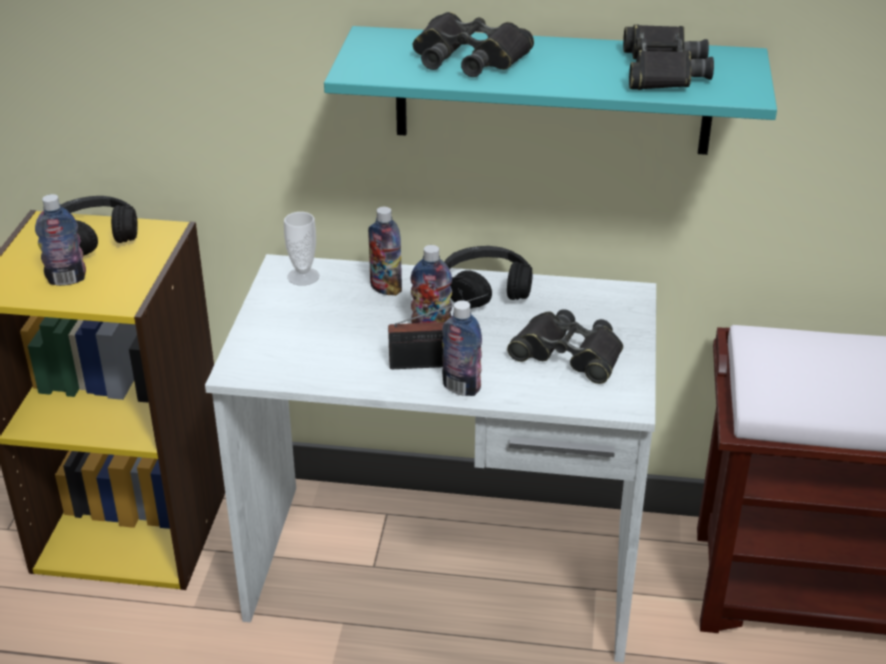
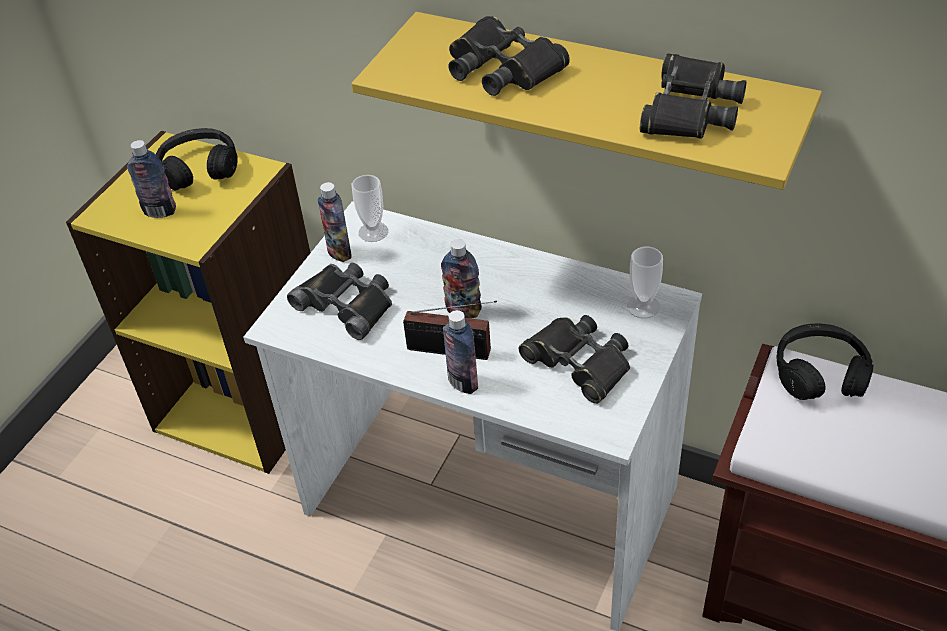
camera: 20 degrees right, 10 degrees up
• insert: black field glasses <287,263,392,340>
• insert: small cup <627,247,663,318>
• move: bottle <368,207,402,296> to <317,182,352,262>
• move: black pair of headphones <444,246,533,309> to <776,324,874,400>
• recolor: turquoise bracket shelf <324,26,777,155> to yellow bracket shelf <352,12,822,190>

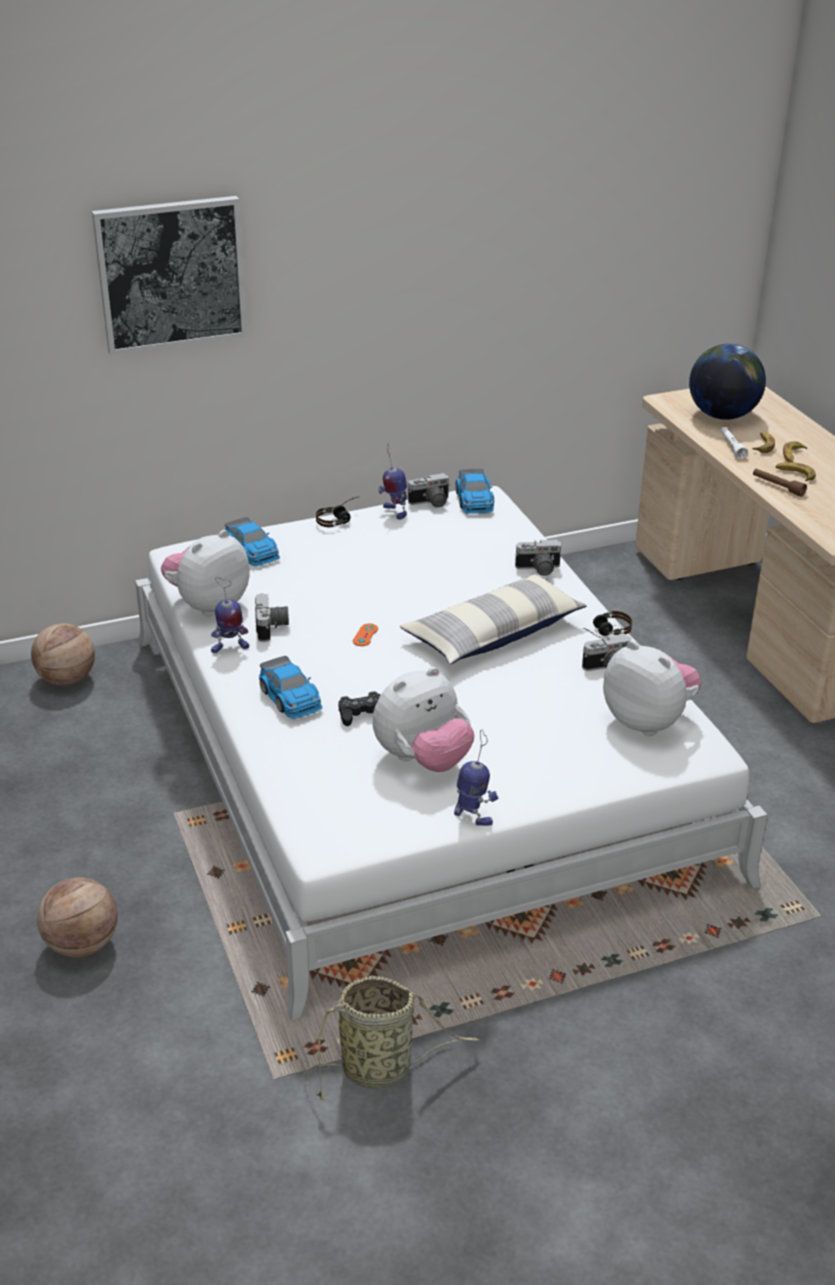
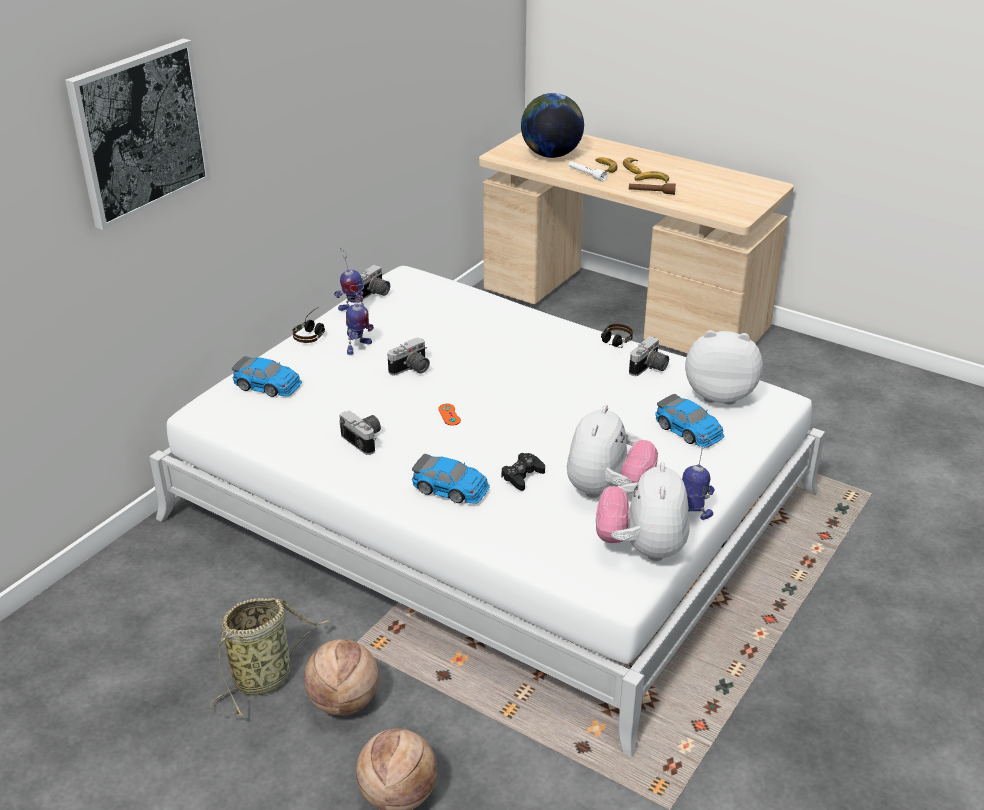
camera: 35 degrees left, 0 degrees up
• delete: throw pillow <400,573,587,664>
• move: basketball ball <31,623,95,686> to <304,639,379,716>
• move: soft toy <161,530,250,616> to <596,462,690,561>
• move: robot figure <211,577,249,653> to <346,284,374,355>
• move: basket <304,976,479,1101> to <210,598,330,716>
• move: model car <455,469,494,514> to <655,394,724,448>
• move: photo camera <515,540,563,576> to <387,337,430,375>

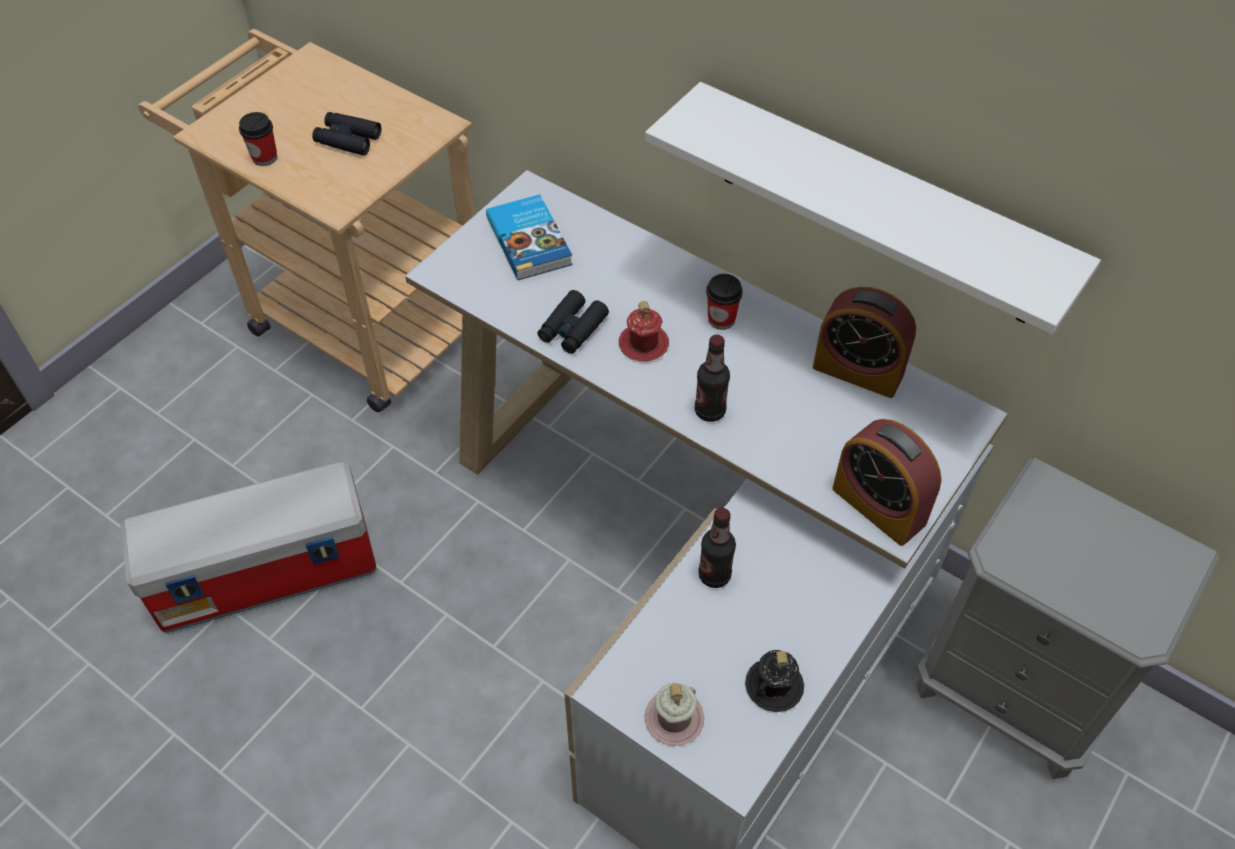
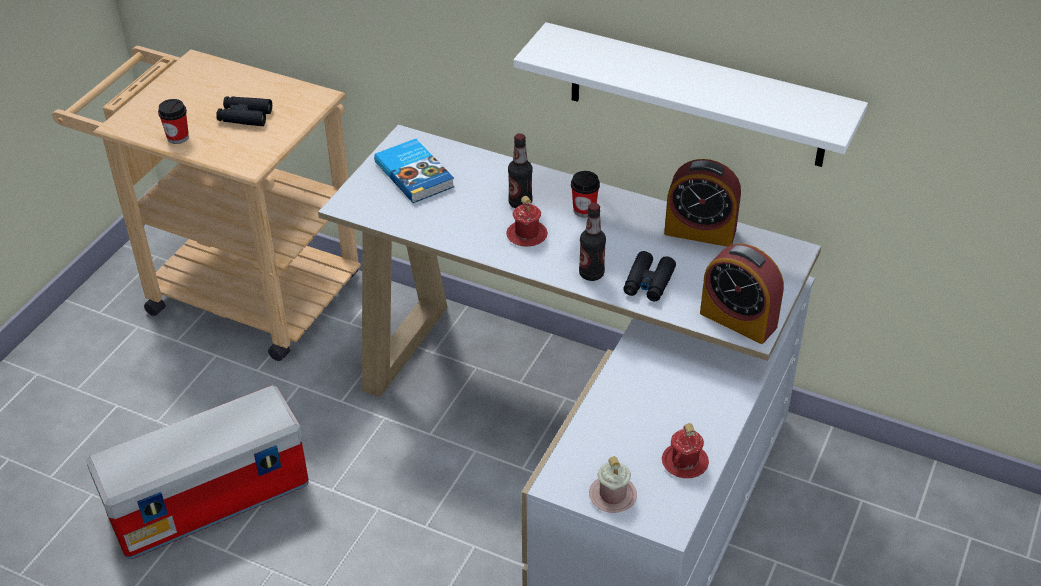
camera: 10 degrees left, 10 degrees down
• delete: grey nightstand <916,458,1220,779>
• move: black field glasses <537,290,609,354> to <623,251,676,301>
• move: bottle <698,508,736,588> to <508,133,533,208>
• recolor: black mug <745,650,804,712> to reddish mug <662,423,709,478>

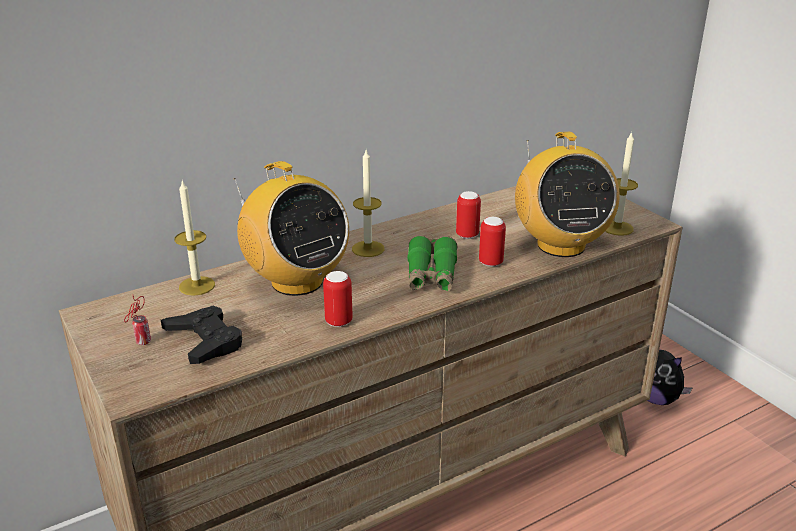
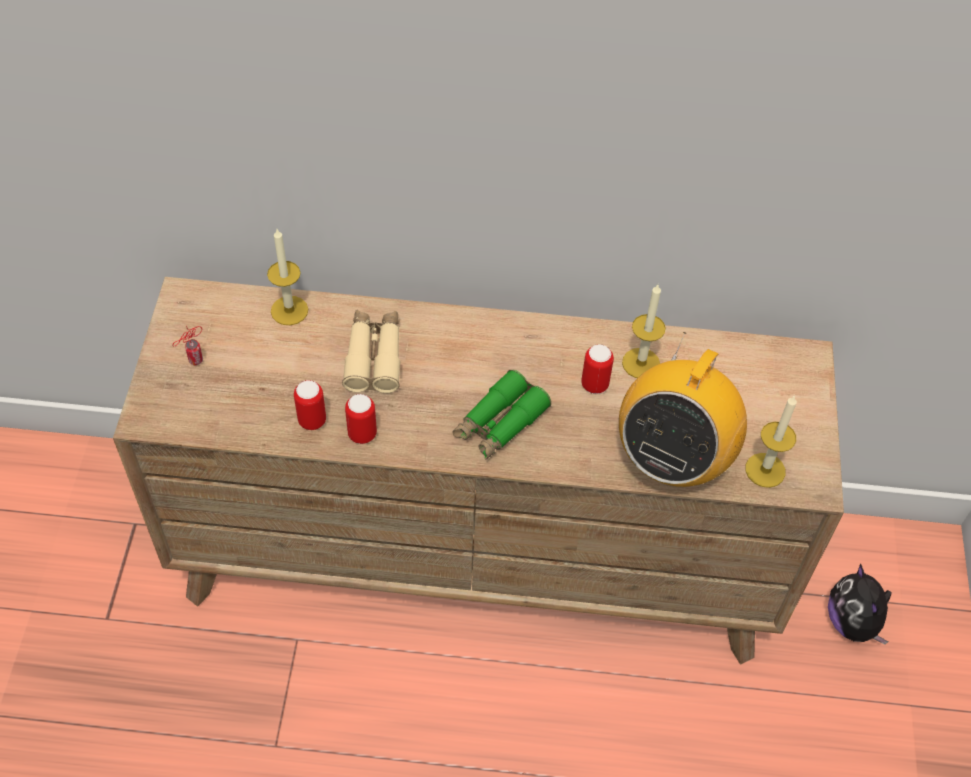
camera: 35 degrees right, 25 degrees up
• delete: black gamepad <161,305,242,364>
• move: wax light <352,150,385,257> to <622,285,666,378>
• move: metal can <479,217,506,267> to <294,380,326,430>
• replace: radio <234,161,349,296> to sand-coloured field glasses <342,310,401,393>

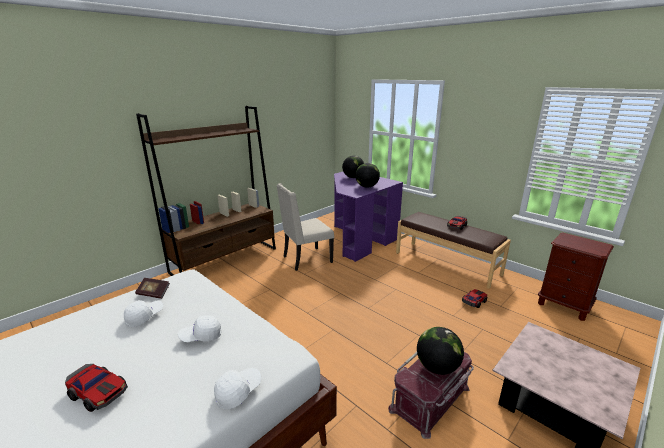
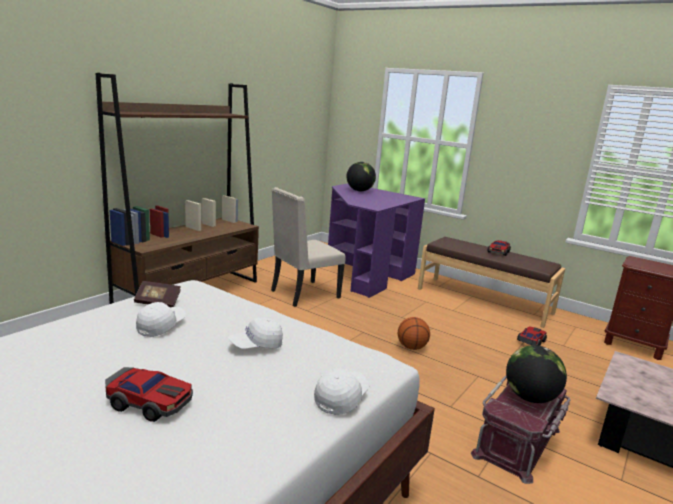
camera: 10 degrees left, 5 degrees down
• delete: globe <355,163,380,188>
• insert: basketball ball <398,317,430,350>

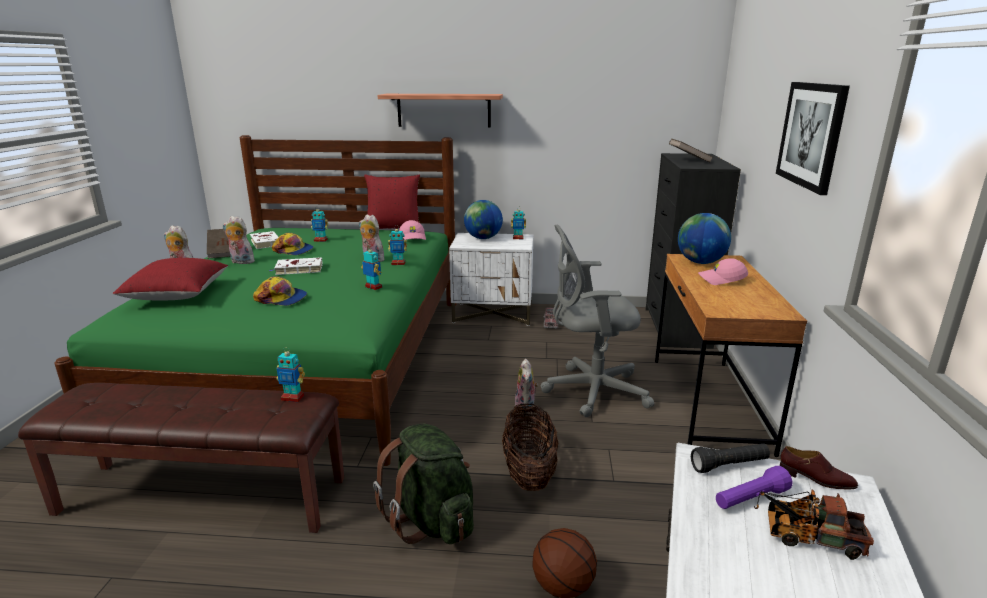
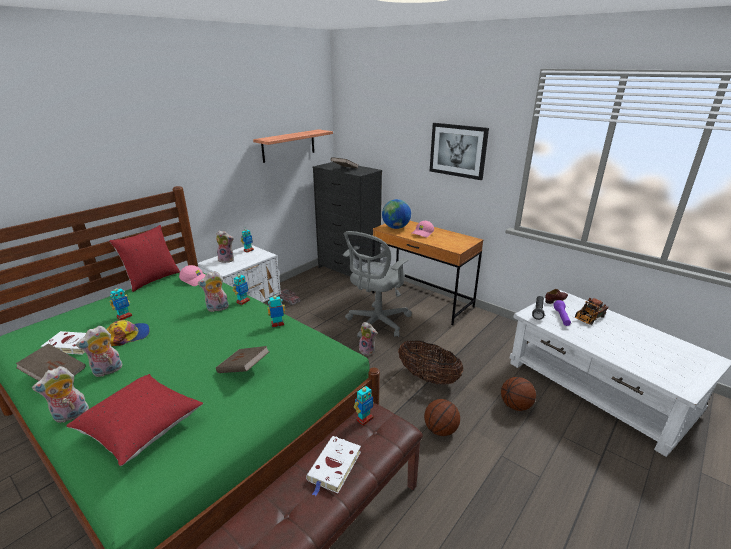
camera: 55 degrees left, 5 degrees up
• move: whitish bound book <269,257,323,275> to <306,436,361,496>
• move: bracket shelf <377,94,503,128> to <253,129,333,163>
• replace: peaked cap <253,276,307,306> to brown bound book <216,346,270,373>
• replace: greenish rucksack <373,424,474,544> to basketball ball <424,399,460,436>
• replace: globe <464,200,503,239> to soft toy <216,231,234,263>

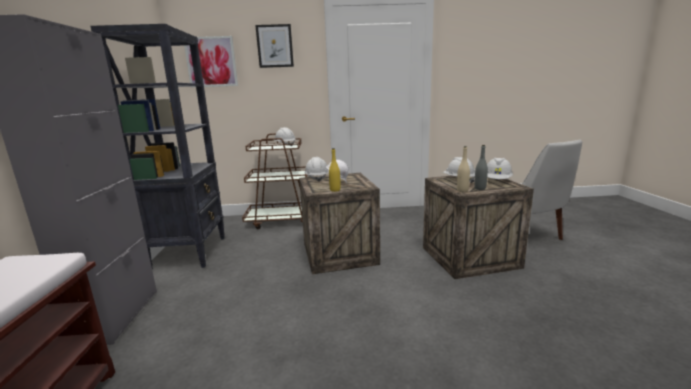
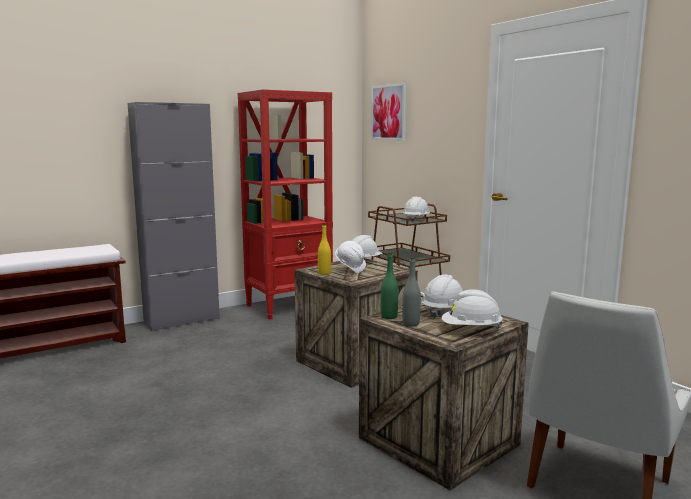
camera: 60 degrees right, 5 degrees down
• delete: picture <255,24,294,68>
• recolor: black bookcase <90,24,225,269> to reddish bookcase <238,89,333,320>
• recolor: sand-coloured bottle <457,146,470,192> to greenish bottle <381,253,398,319>

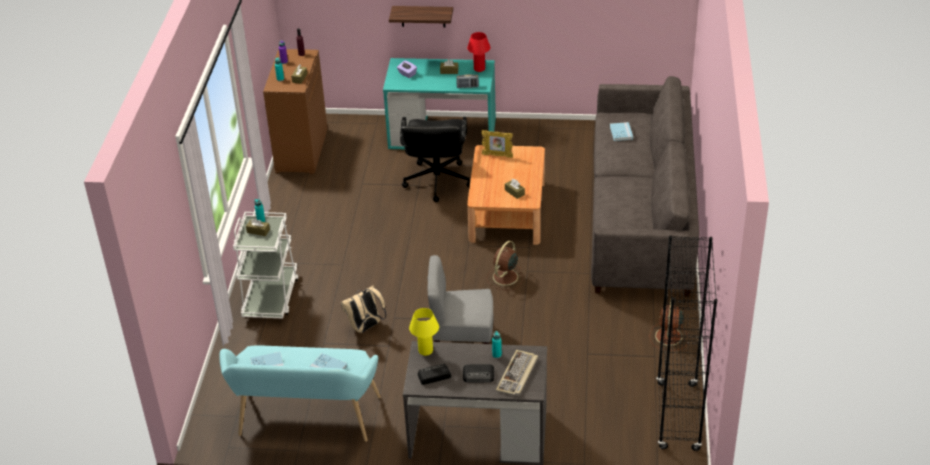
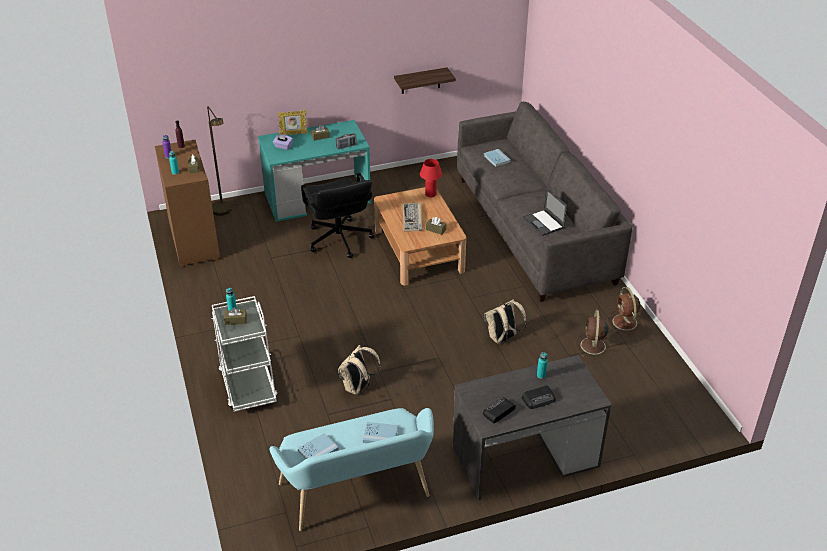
camera: 25 degrees left, 0 degrees up
• delete: yellow tabletop lamp <409,308,439,356>
• delete: grey chair <427,255,494,344>
• delete: black bookcase <656,235,717,451>
• insert: brown floor lamp <207,106,232,216>
• insert: sand-coloured rucksack <484,299,526,344>
• insert: portable computer <523,188,567,236>
• move: bracket shelf <389,6,453,27> to <394,68,456,94>
• move: reddish tabletop lamp <467,32,490,72> to <420,159,442,197>
• move: picture frame <481,130,513,158> to <277,110,308,135>
• move: brown cooling fan <487,241,523,290> to <575,310,612,359>
• move: computer keyboard <496,350,538,396> to <402,203,423,232>

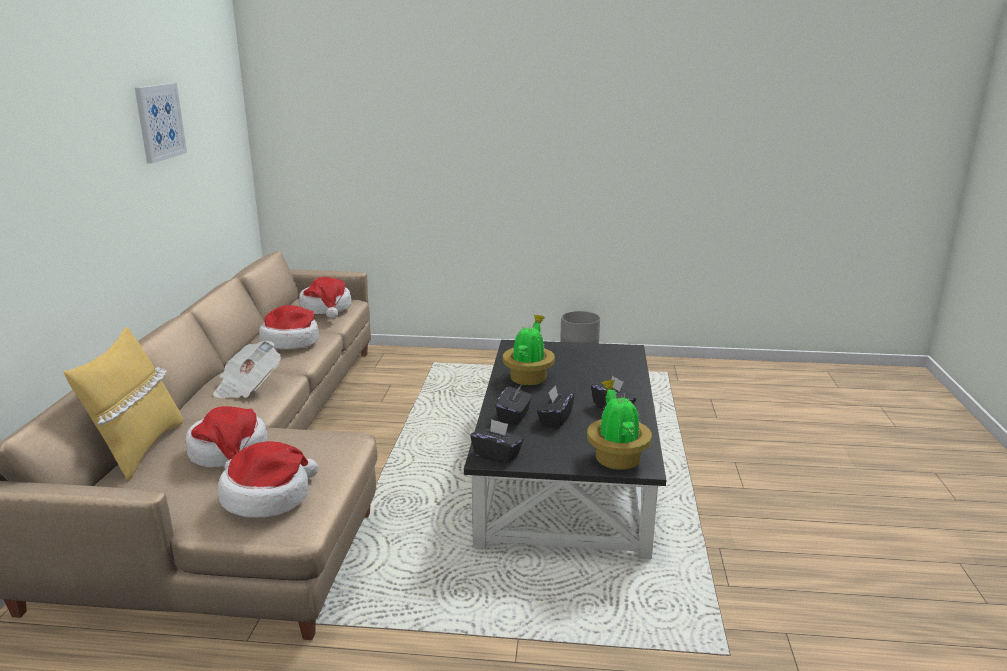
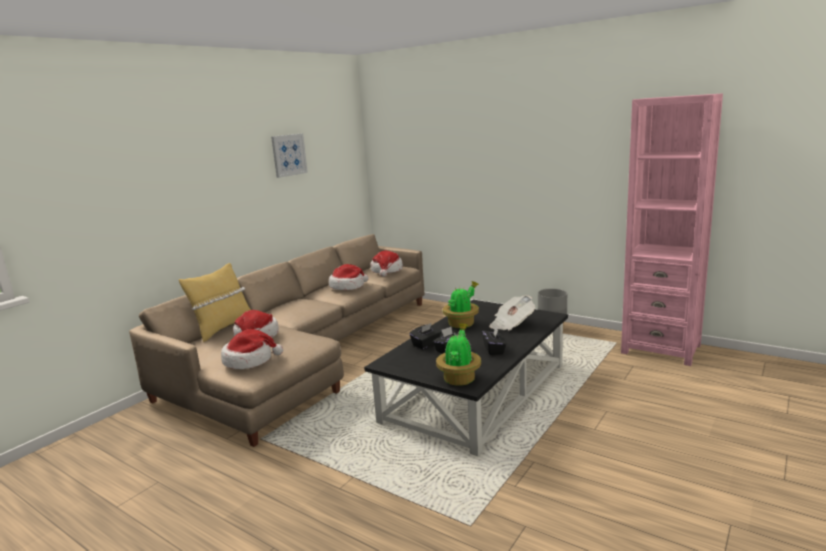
camera: 30 degrees right, 5 degrees down
• delete: black tissue box <470,419,523,464>
• insert: pink bookcase <621,93,723,366>
• move: newspaper <213,341,281,398> to <489,295,535,331>

